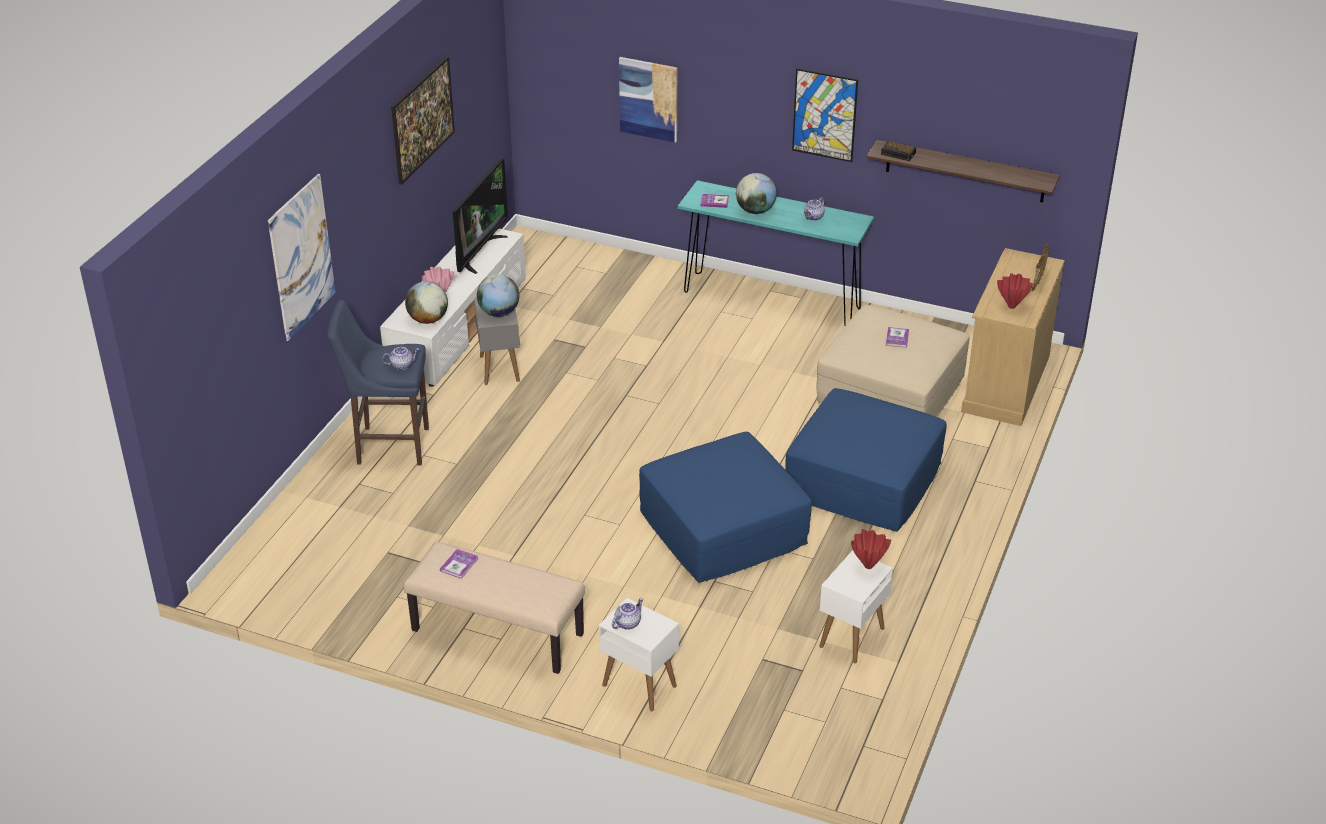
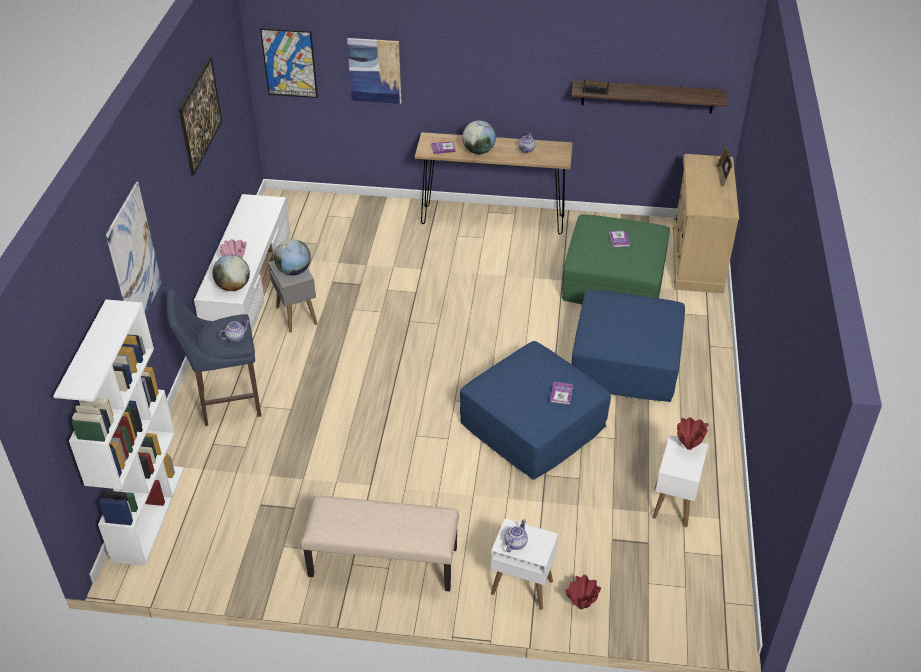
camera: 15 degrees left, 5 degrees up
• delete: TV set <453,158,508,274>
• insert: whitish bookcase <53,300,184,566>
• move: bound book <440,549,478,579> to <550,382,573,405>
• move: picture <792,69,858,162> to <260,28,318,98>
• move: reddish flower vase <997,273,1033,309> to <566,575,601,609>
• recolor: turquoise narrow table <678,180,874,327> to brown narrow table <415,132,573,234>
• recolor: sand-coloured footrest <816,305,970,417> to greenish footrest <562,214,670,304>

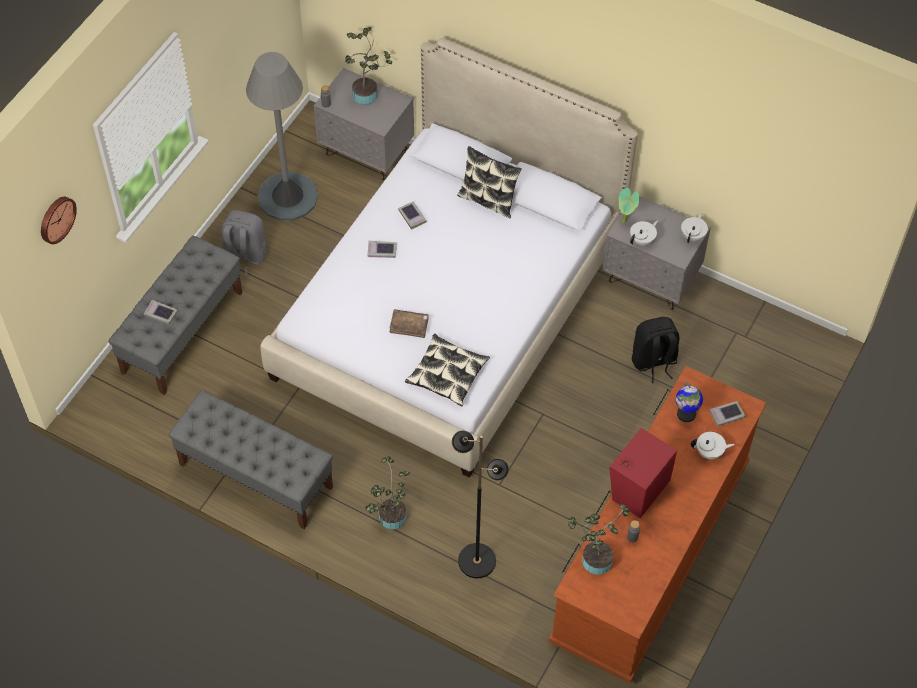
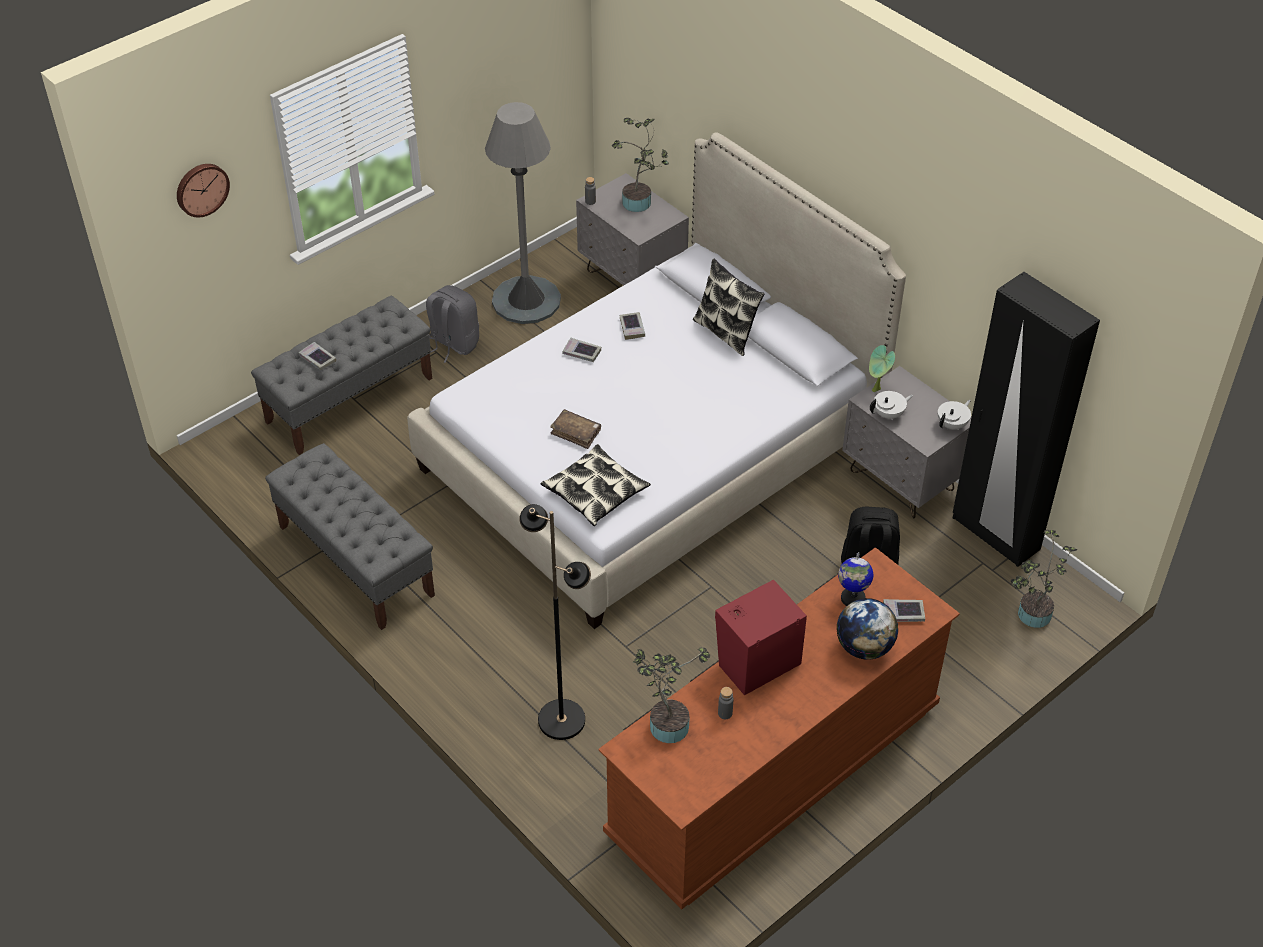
camera: 20 degrees right, 10 degrees down
• insert: black armoire <953,272,1100,567>
• move: houseplant <365,457,410,529> to <1011,530,1077,628>
• replace: whitish pot for tea <691,432,735,459> to globe <836,598,898,660>

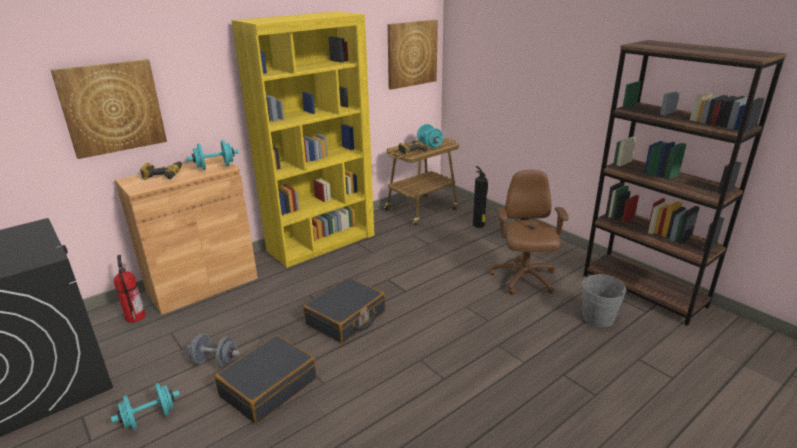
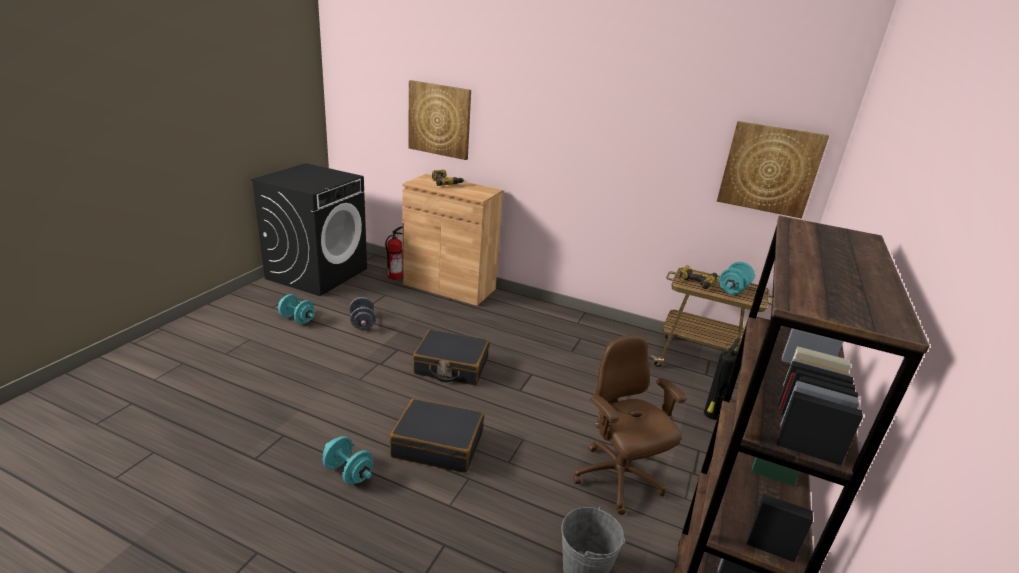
camera: 60 degrees right, 0 degrees up
• delete: yellow bookcase <231,11,375,268>
• move: turquoise free weight <187,140,238,170> to <322,436,373,485>
• move: black travel case <215,335,316,424> to <390,399,484,473>
• rotate: brown computer chair <490,170,569,295> = <574,335,687,515> 90 degrees counterclockwise

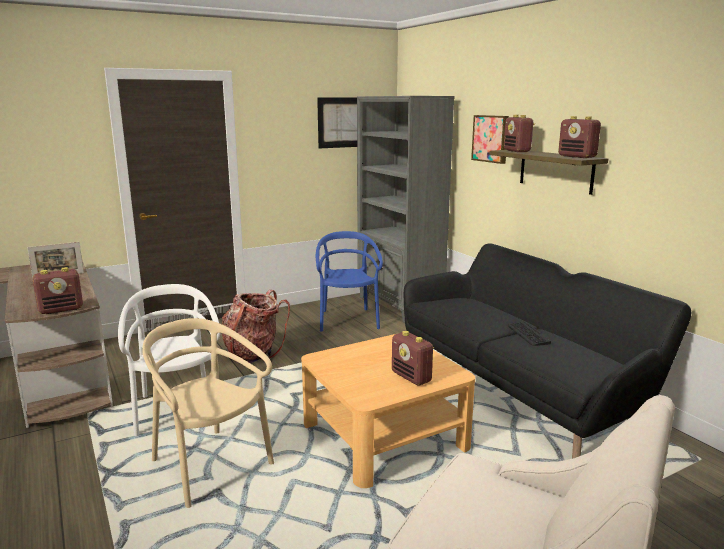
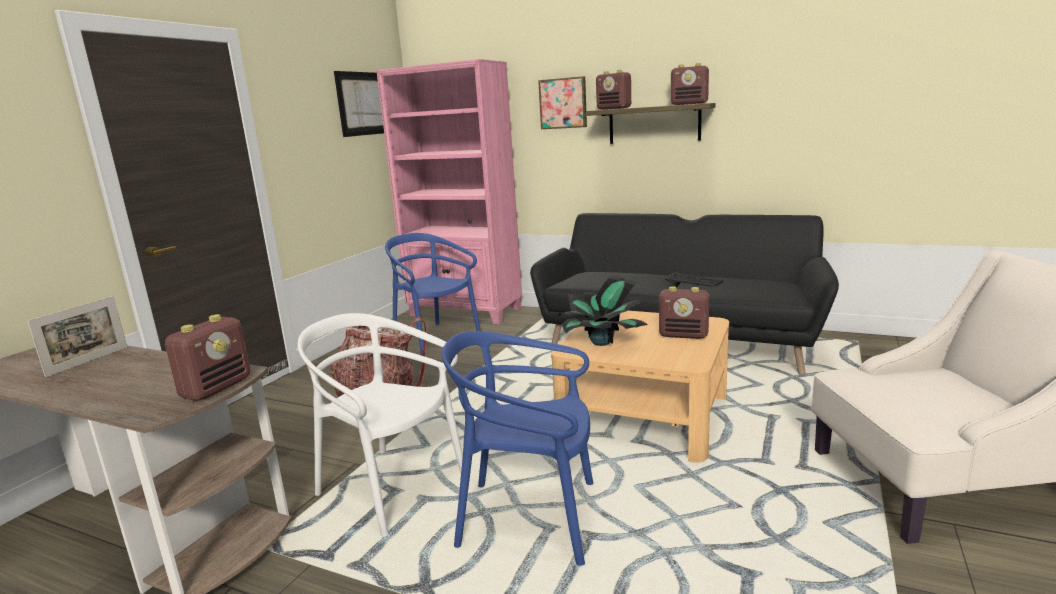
camera: 35 degrees left, 0 degrees up
• insert: houseplant <559,275,647,346>
• recolor: sand-coloured chair <142,318,274,508> to blue chair <442,331,594,566>
• recolor: grey bookcase <357,96,455,323> to pink bookcase <376,59,522,325>

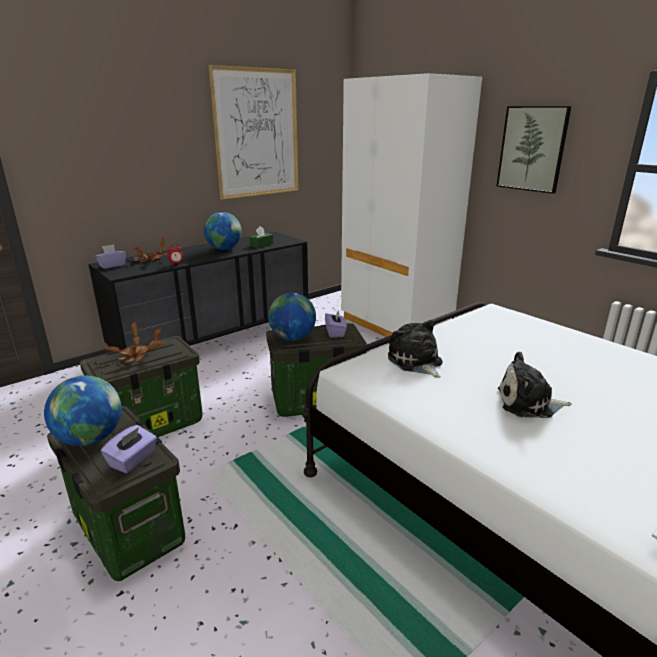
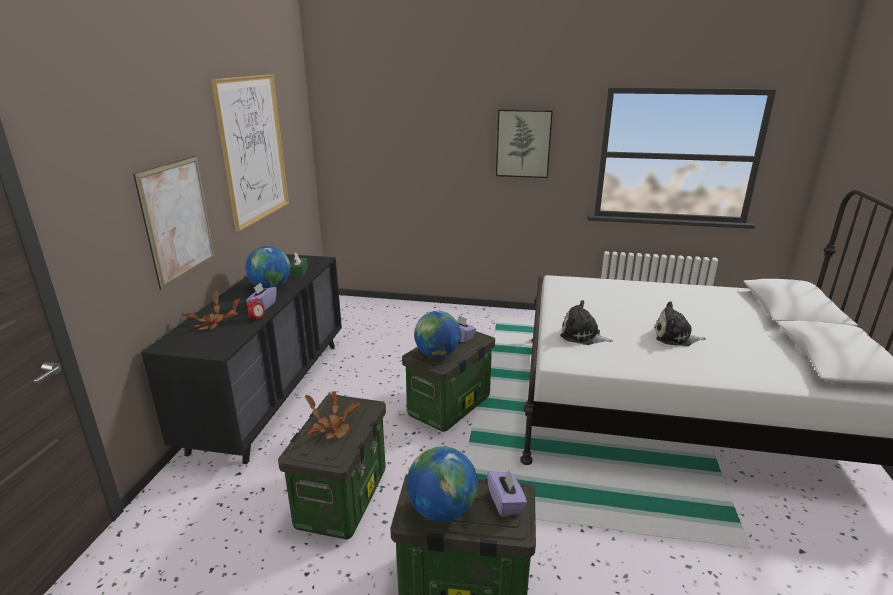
camera: 40 degrees left, 0 degrees up
• delete: whitish armoire <341,73,482,337>
• insert: picture <133,156,215,289>
• move: purple-coloured tissue box <95,244,126,269> to <246,283,277,310>
• rotate: soft toy <498,352,572,418> = <654,301,706,346> 45 degrees clockwise

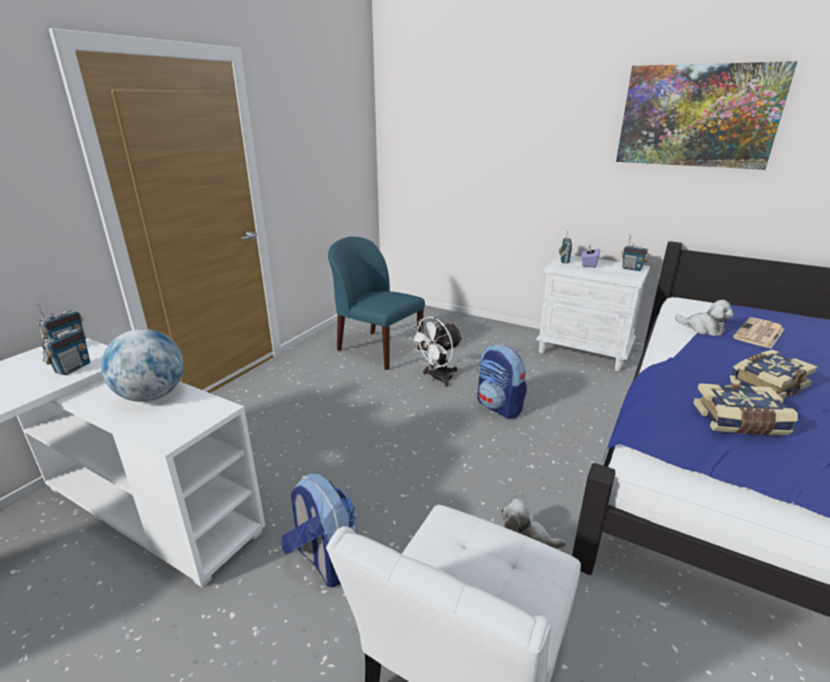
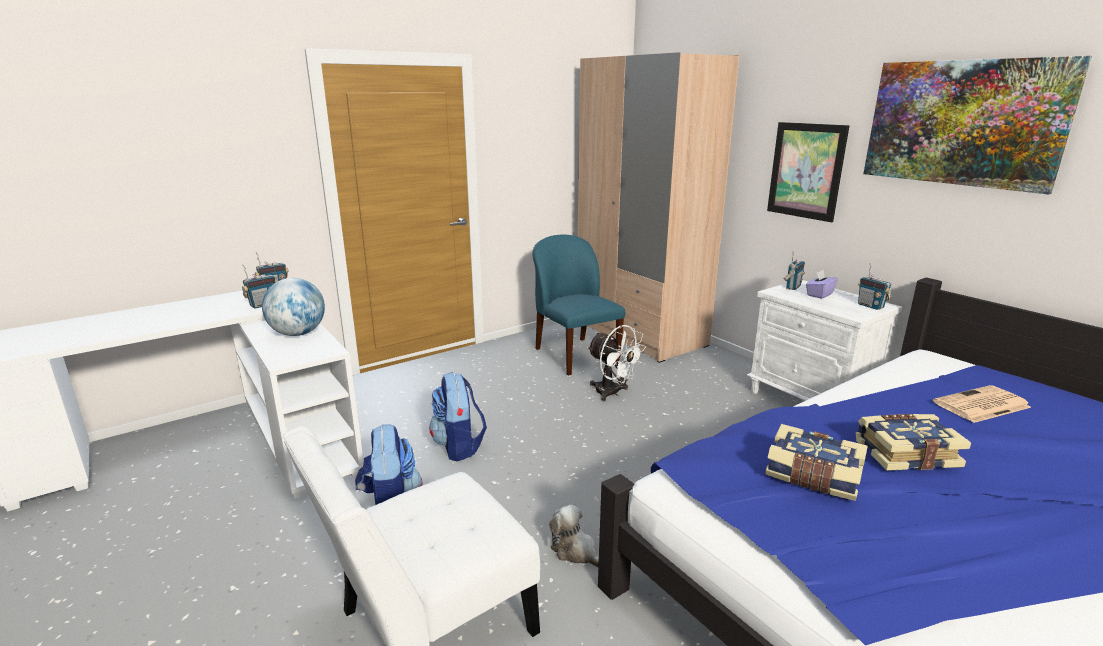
camera: 25 degrees right, 5 degrees down
• delete: soft toy <675,300,734,336>
• insert: sand-coloured armoire <578,52,740,363>
• insert: picture <767,122,849,222>
• move: rucksack <477,345,527,419> to <429,372,487,461>
• rotate: whitish cooling fan <409,316,463,387> = <587,325,646,401> 120 degrees counterclockwise

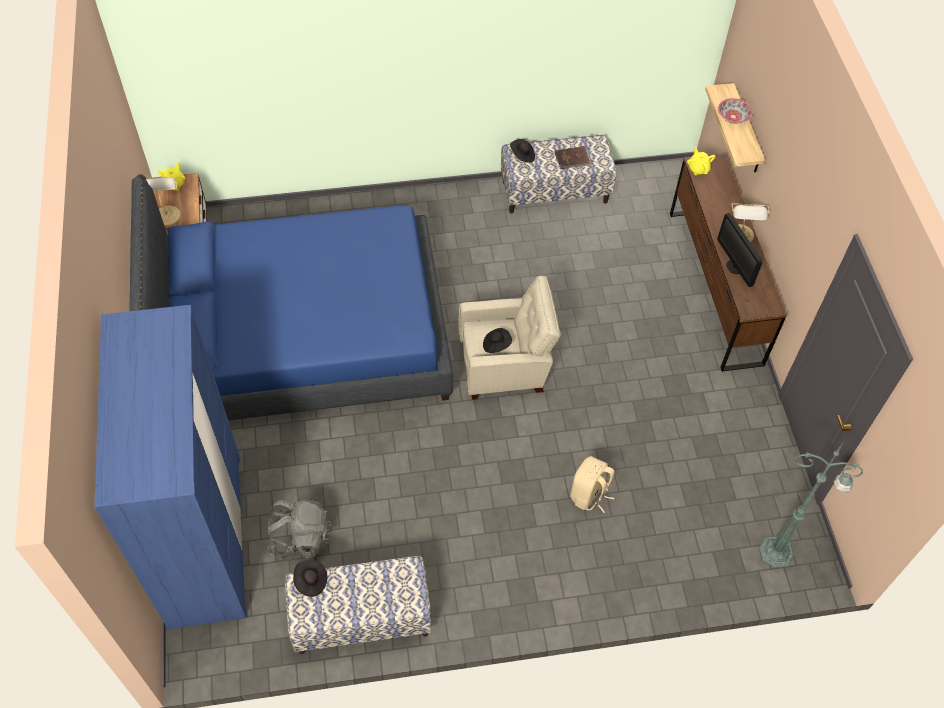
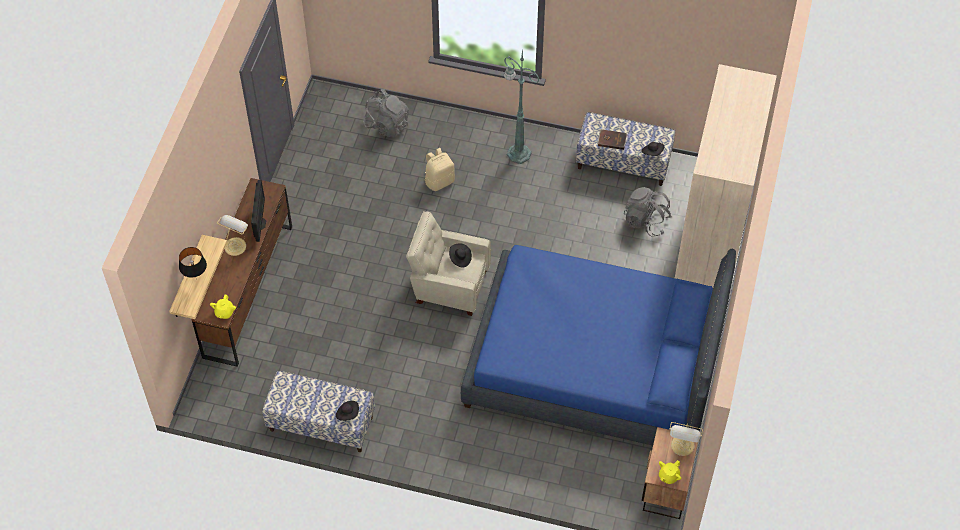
camera: 155 degrees left, 0 degrees up
• insert: grey rucksack <363,89,409,137>
• move: brown bound book <555,146,591,169> to <597,129,627,150>
• move: greenish floor lamp <759,441,863,568> to <503,47,540,164>
• replace: serving bowl <718,98,753,124> to black tabletop lamp <179,247,207,280>
• recolor: blue armoire <95,305,247,629> to sand-coloured armoire <675,64,777,288>

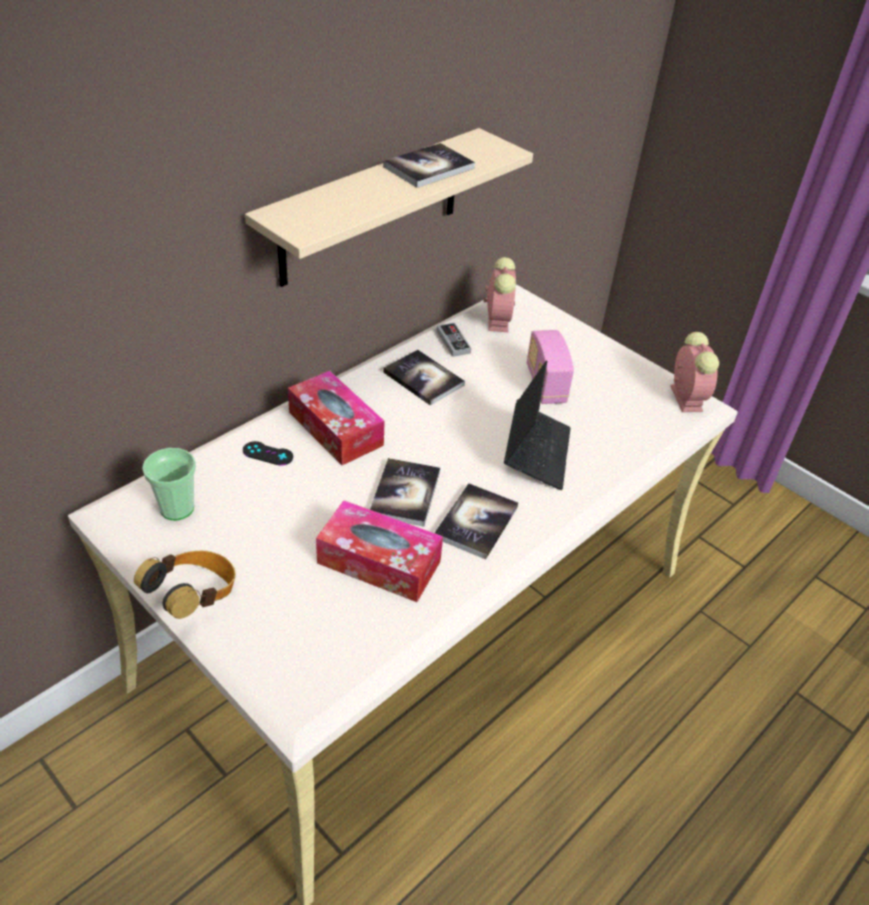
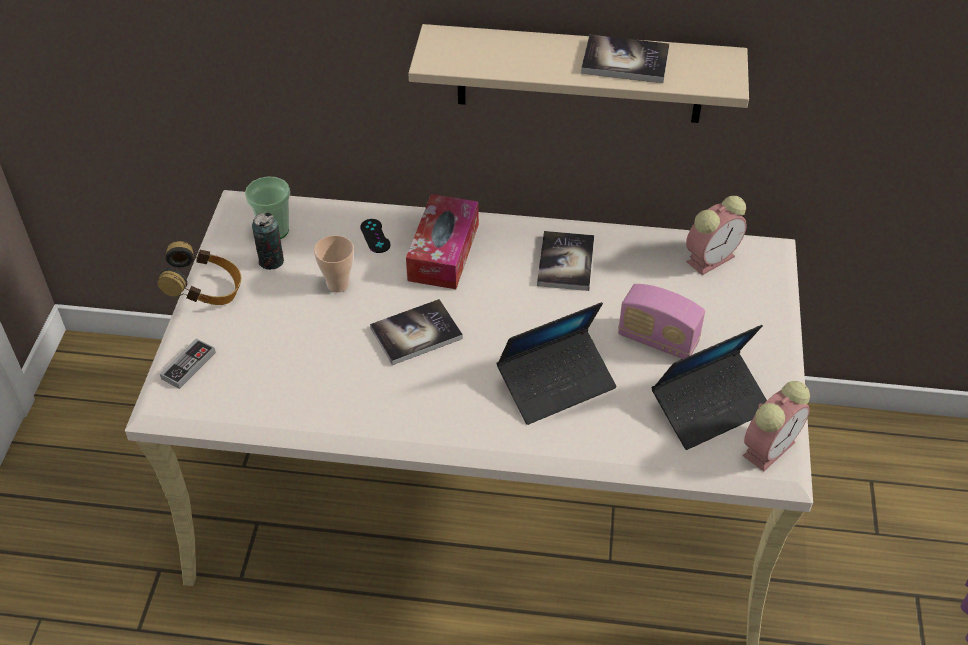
camera: 55 degrees right, 5 degrees up
• delete: tissue box <316,500,443,602>
• delete: bound book <435,483,518,559>
• insert: metal can <252,213,284,270>
• insert: small cup <314,235,354,292>
• insert: portable computer <652,325,767,450>
• move: gamepad <436,323,471,357> to <160,338,216,389>
• rotate: radio <527,330,574,404> = <618,284,705,359> 105 degrees counterclockwise

